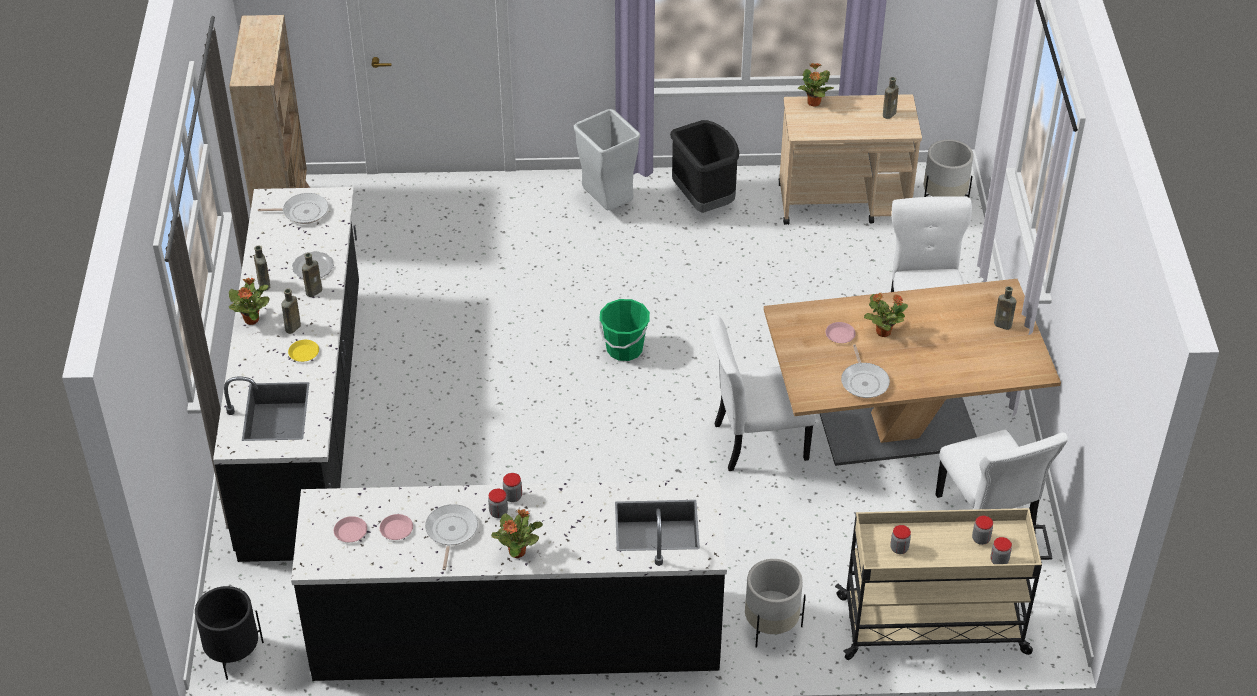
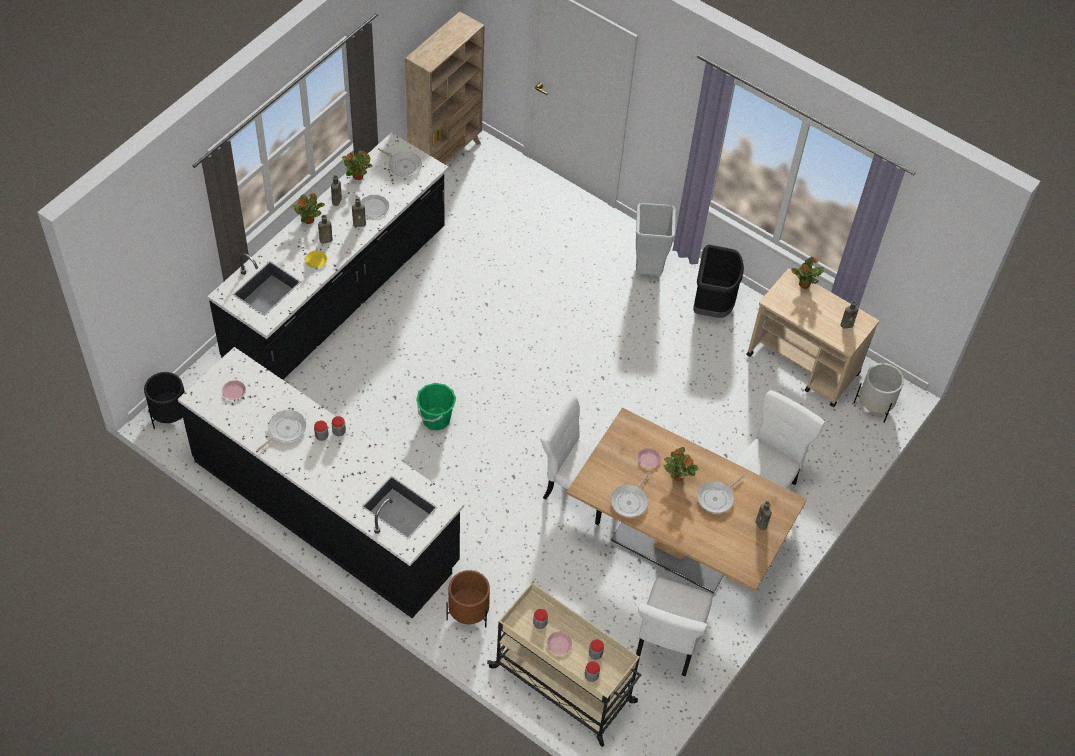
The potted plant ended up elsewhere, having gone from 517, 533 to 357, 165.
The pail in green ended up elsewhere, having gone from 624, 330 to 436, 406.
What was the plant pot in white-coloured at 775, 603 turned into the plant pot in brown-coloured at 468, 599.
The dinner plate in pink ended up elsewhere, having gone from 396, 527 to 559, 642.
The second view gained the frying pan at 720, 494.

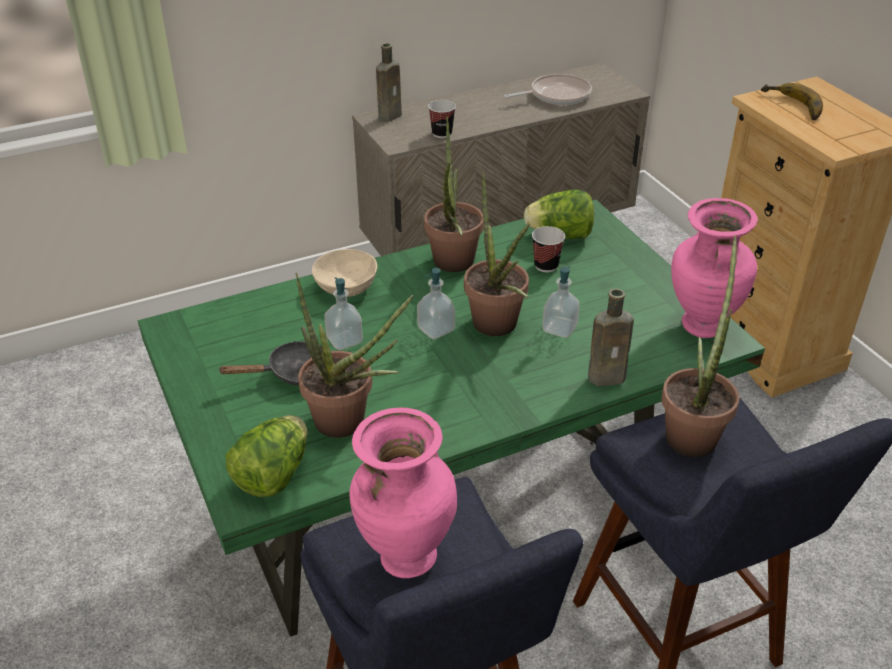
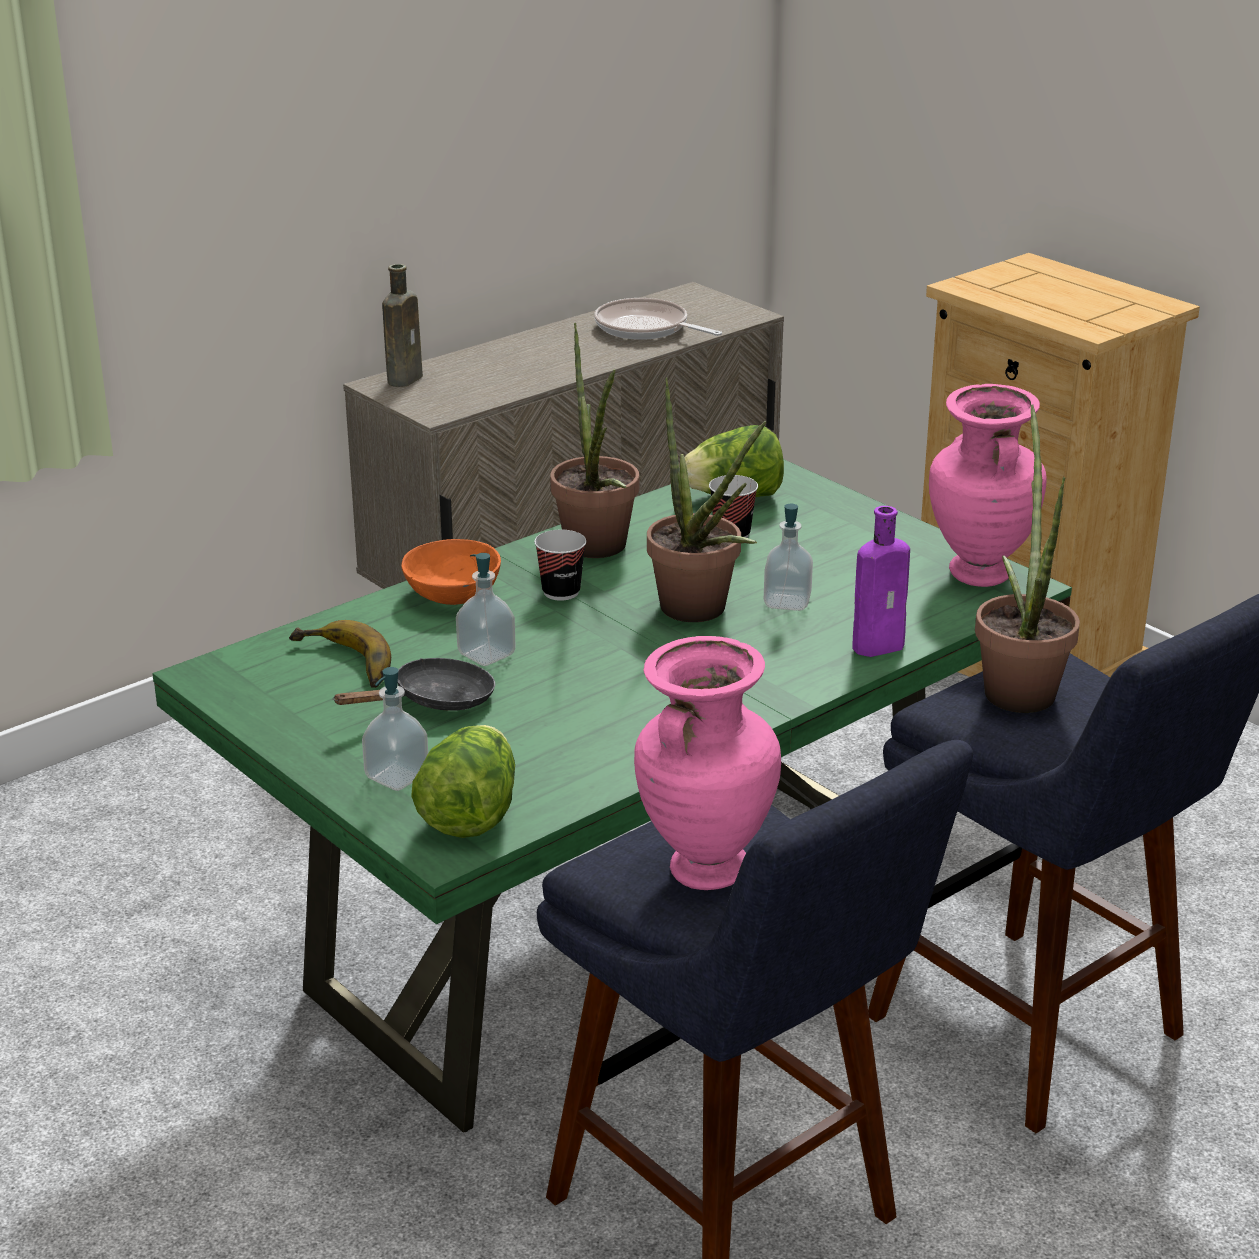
The banana fruit ended up elsewhere, having gone from 792, 101 to 340, 654.
The liquid soap bottle ended up elsewhere, having gone from 436, 303 to 395, 729.
What was the deep dish in beige at 344, 273 turned into the deep dish in orangey at 451, 572.
The small cup ended up elsewhere, having gone from 442, 119 to 560, 565.
The frying pan at 548, 89 ended up facing another way, 105 degrees counterclockwise from before.
What was the bottle in brown-coloured at 611, 337 turned into the bottle in purplish at 881, 581.
The second view lost the potted plant at 354, 355.

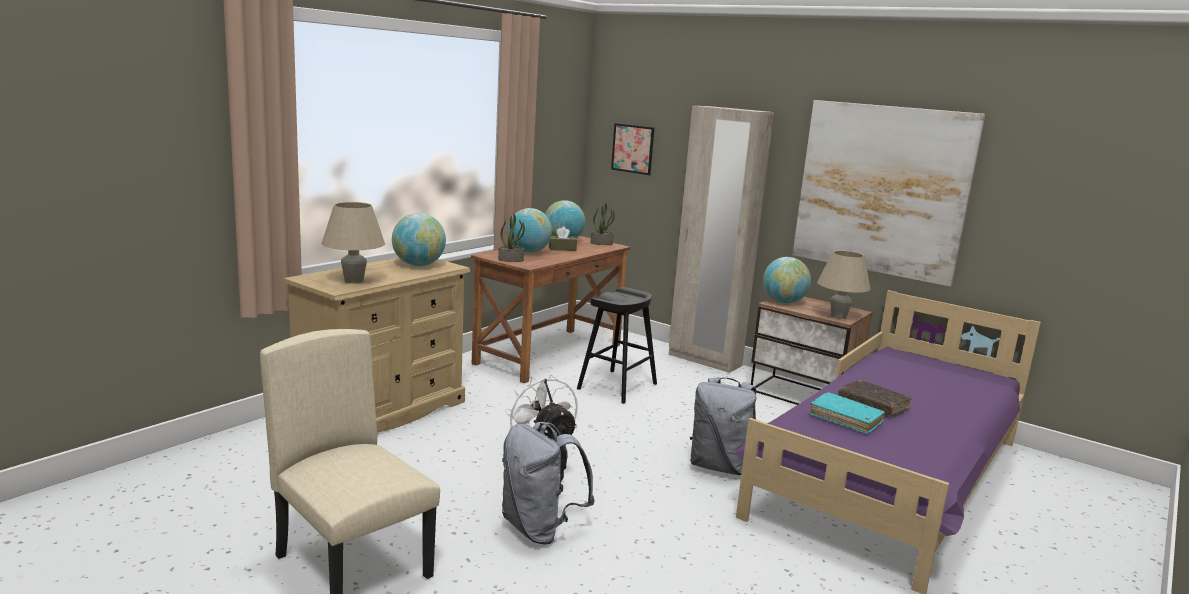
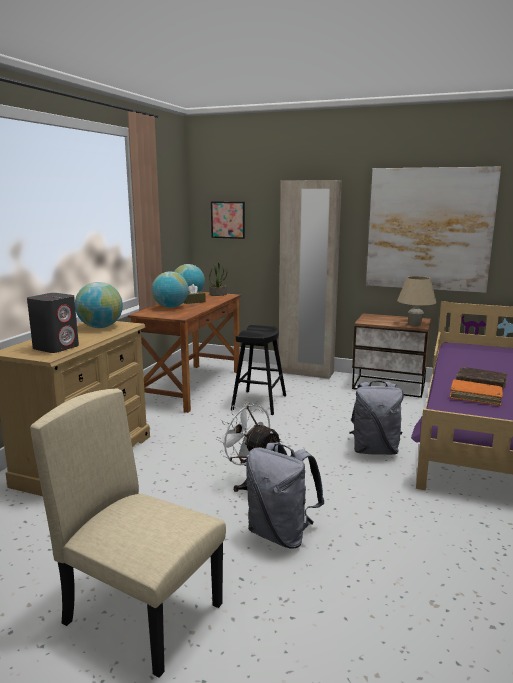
Where the tabletop lamp in beige stood at 353, 242, the speaker in grey came to stand at 53, 323.
What was the bound book in turquoise-coloured at 847, 413 turned into the bound book in orangey at 476, 393.
The second view lost the potted plant at 511, 238.
The second view lost the world globe at 787, 280.

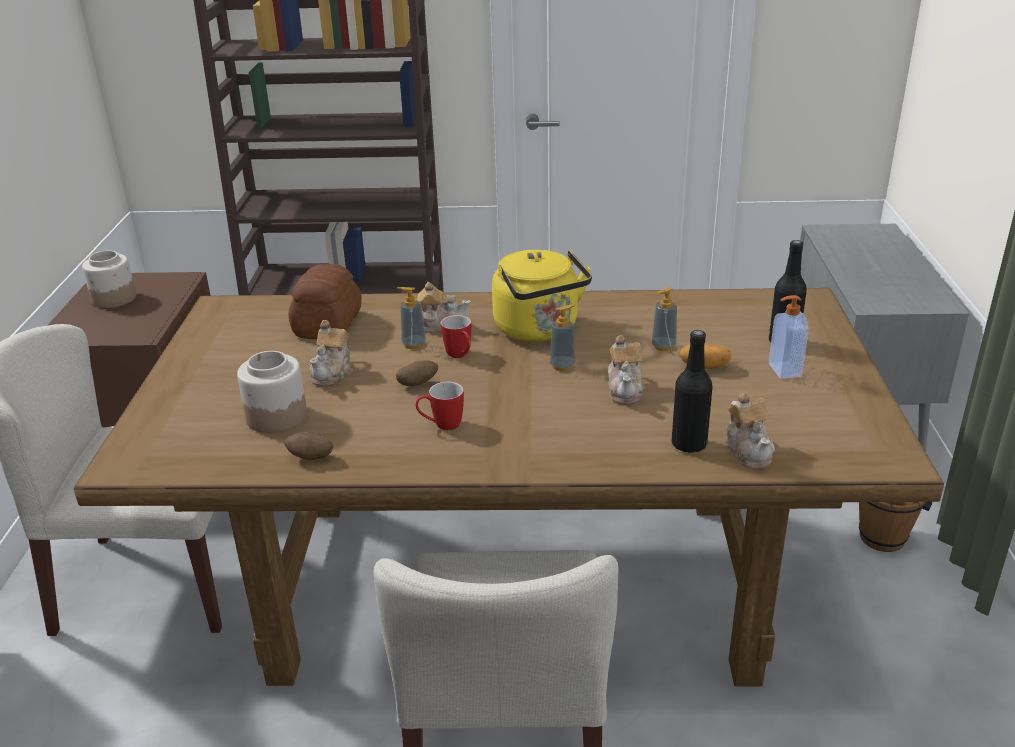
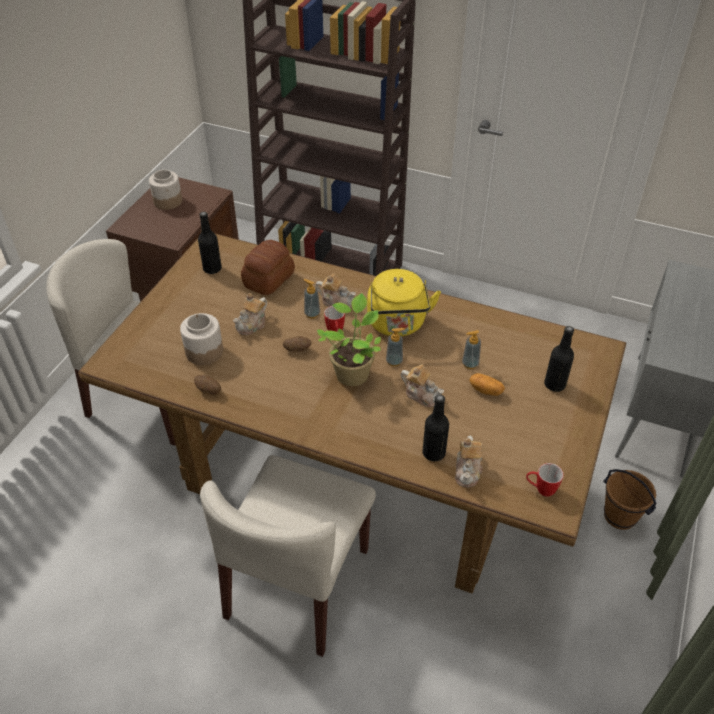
The second view gained the bottle in black at 210, 243.
The second view gained the potted plant at 349, 339.
The tea pot at 626, 370 ended up facing another way, 75 degrees counterclockwise from before.
The mug ended up elsewhere, having gone from 440, 406 to 545, 480.
The second view lost the liquid soap bottle at 788, 337.

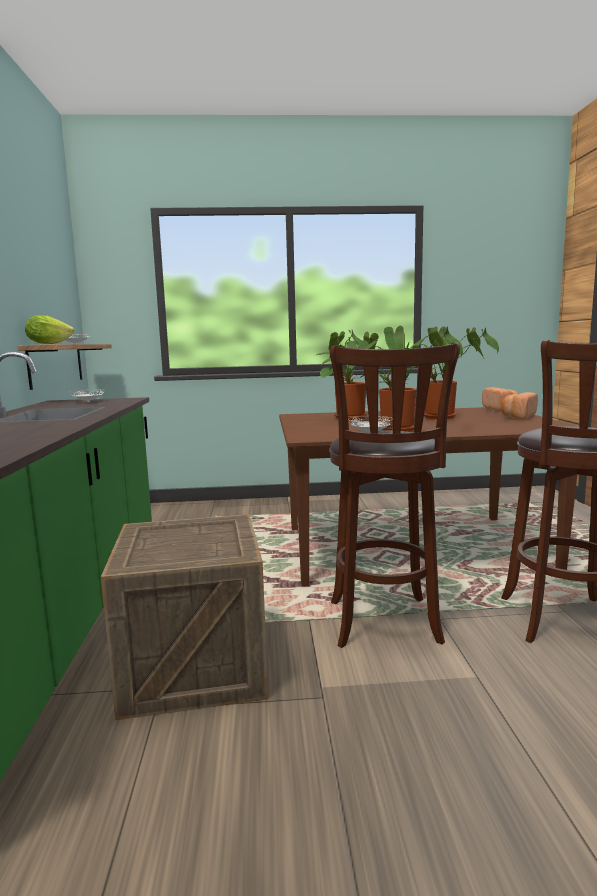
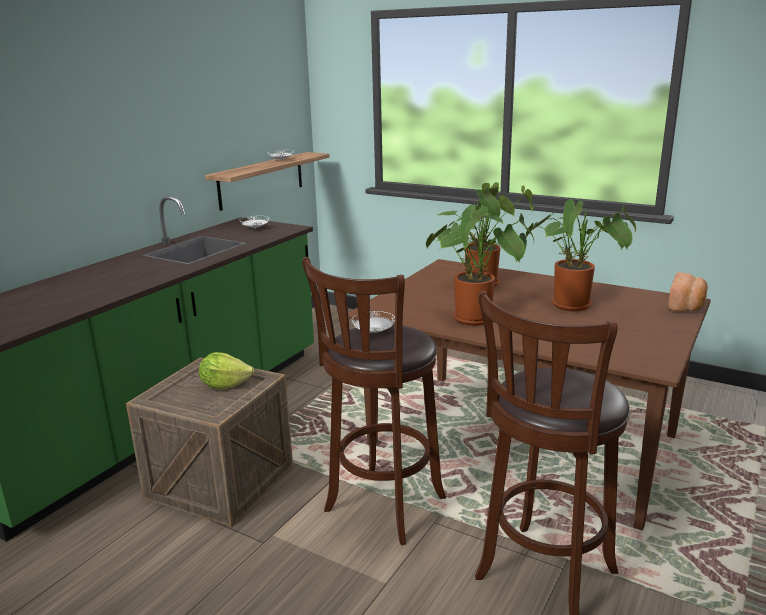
The head of lettuce ended up elsewhere, having gone from 49, 329 to 226, 370.
The second view lost the baked bread at 519, 406.

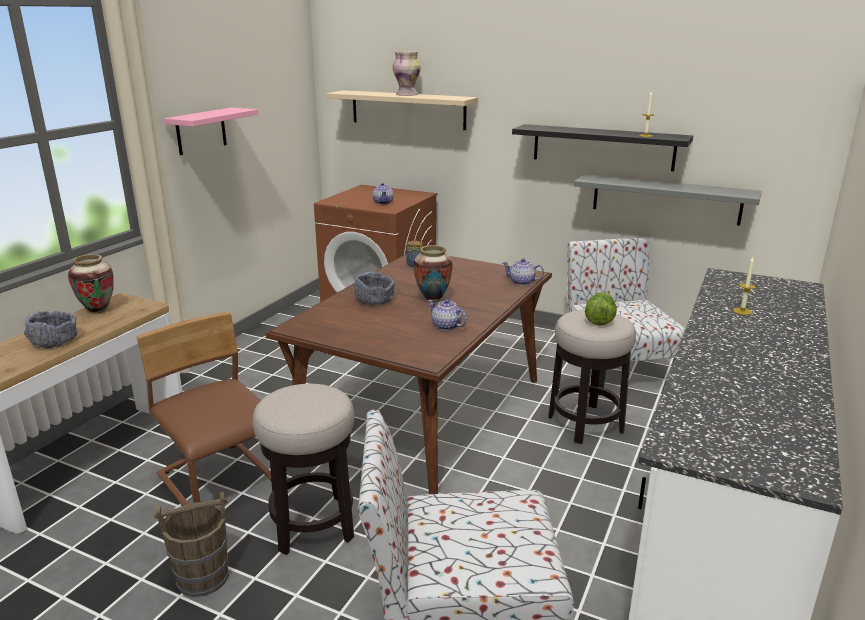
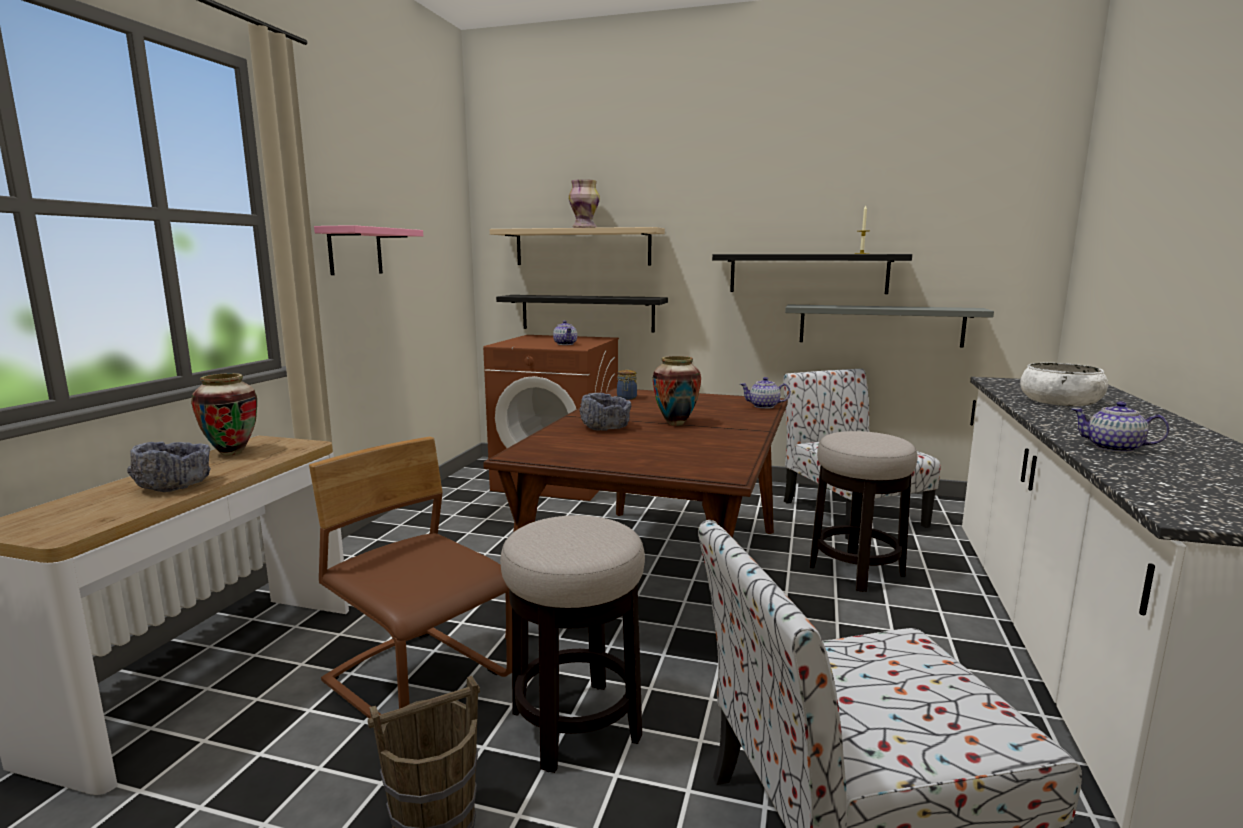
The second view gained the wall shelf in black at 582, 314.
Where the candle stood at 744, 286, the deep dish in white-coloured came to stand at 1064, 384.
The tea pot ended up elsewhere, having gone from 447, 315 to 1121, 427.
The second view lost the head of lettuce at 601, 308.

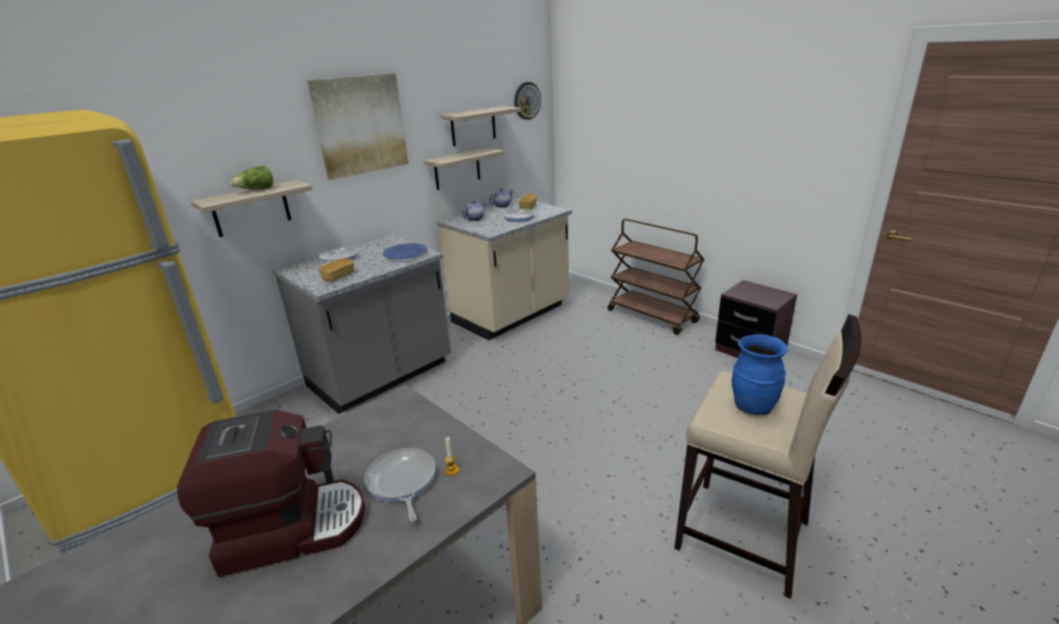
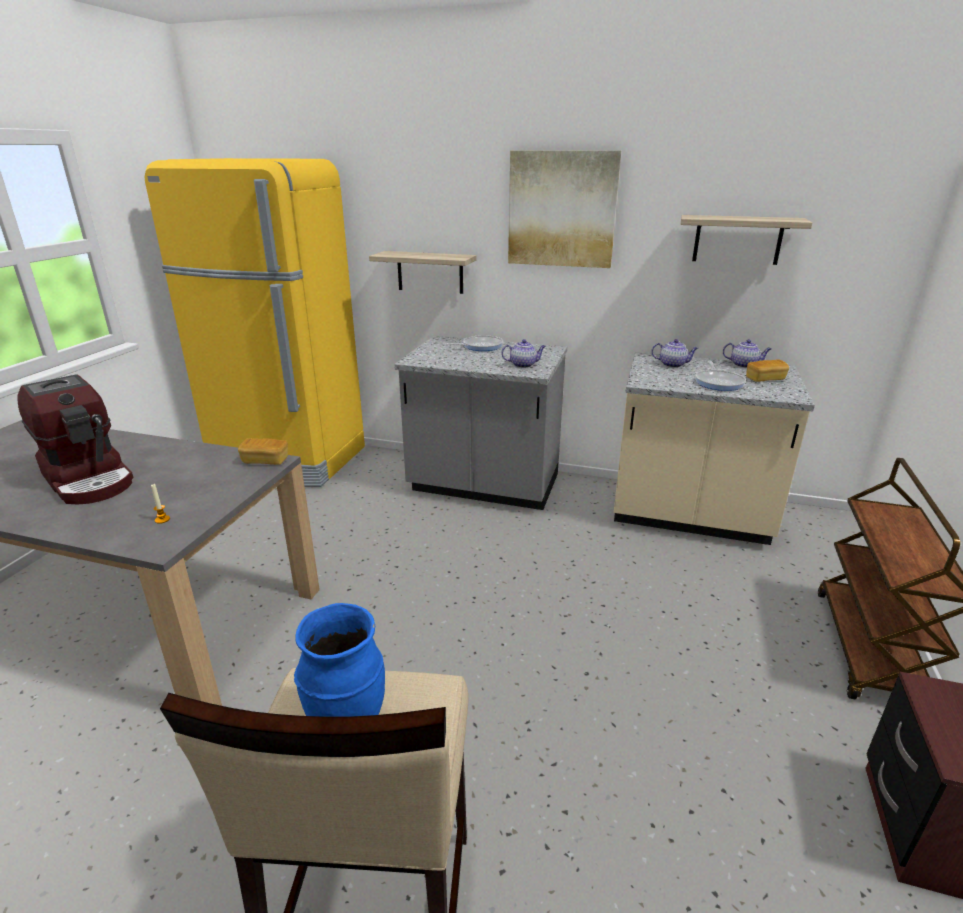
The baked bread ended up elsewhere, having gone from 337, 270 to 263, 451.
Where the dinner plate in blue-coloured stood at 405, 251, the tea pot came to stand at 523, 353.
The second view lost the head of lettuce at 251, 177.
The second view lost the frying pan at 400, 485.
The second view lost the wall shelf at 464, 169.
The second view lost the wall clock at 527, 101.

